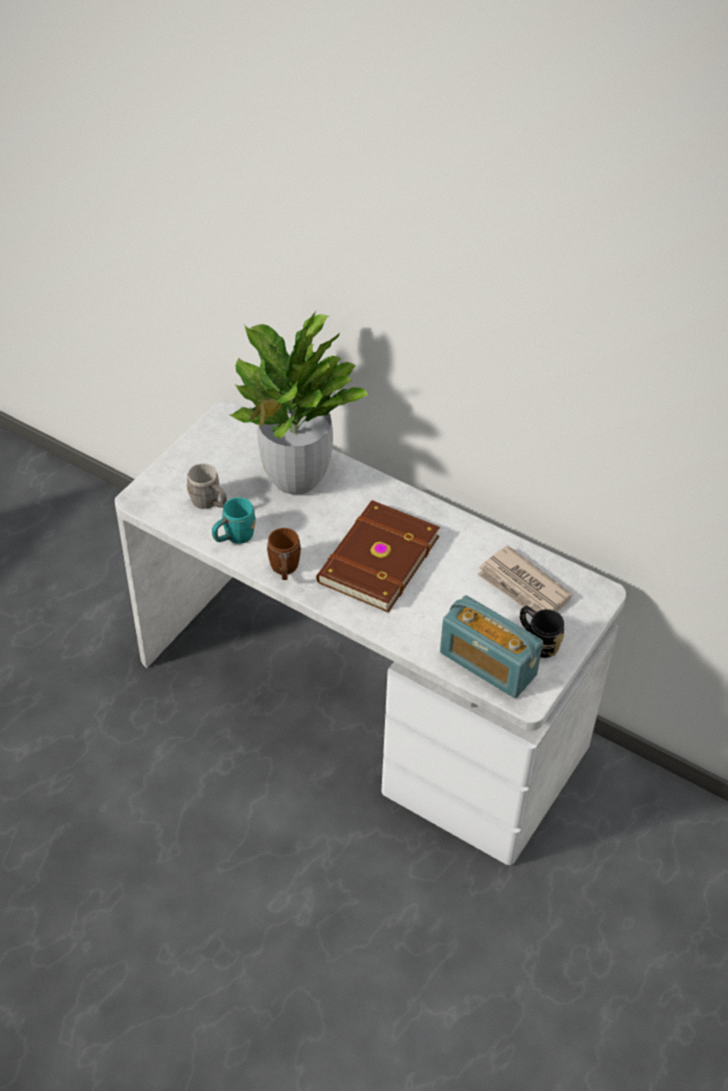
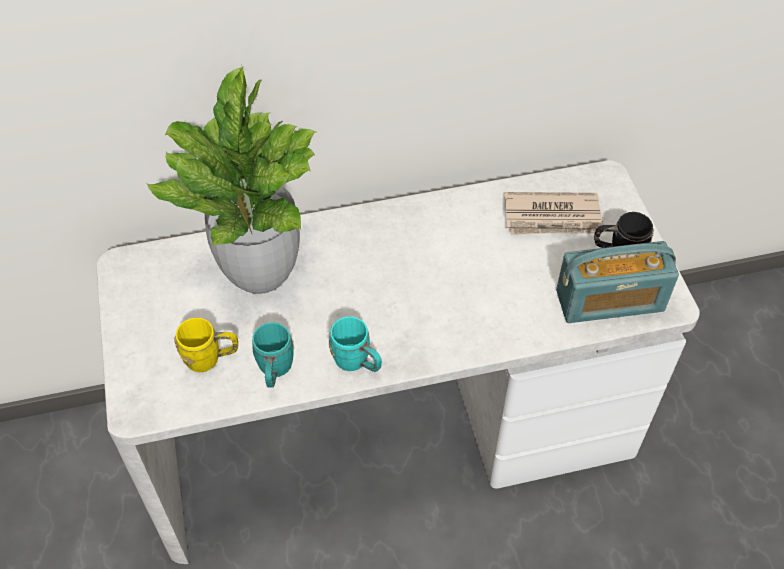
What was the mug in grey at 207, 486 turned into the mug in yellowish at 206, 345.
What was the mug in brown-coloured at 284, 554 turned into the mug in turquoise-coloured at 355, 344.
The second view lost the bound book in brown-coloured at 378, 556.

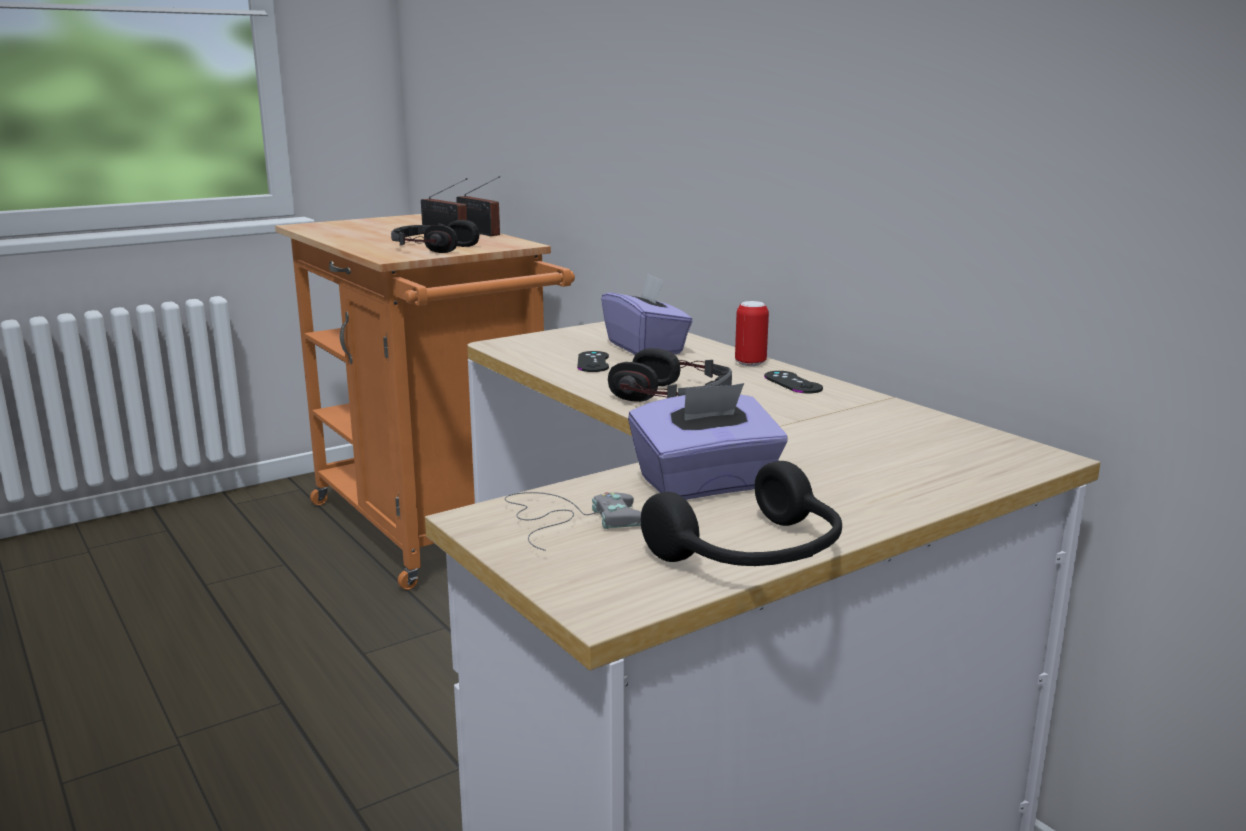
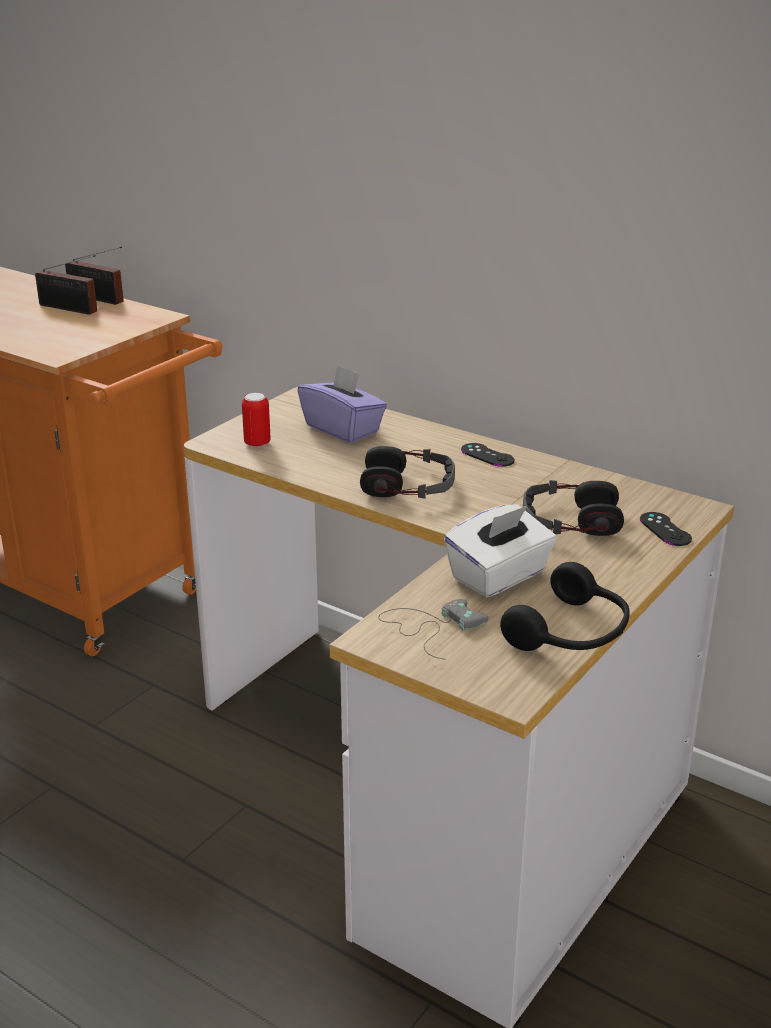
The sealed can ended up elsewhere, having gone from 752, 333 to 256, 420.
What was the box of tissues in purplish at 707, 441 turned into the box of tissues in white-coloured at 500, 550.
The headset ended up elsewhere, having gone from 435, 236 to 573, 508.
The gamepad in black ended up elsewhere, having gone from 593, 361 to 666, 529.

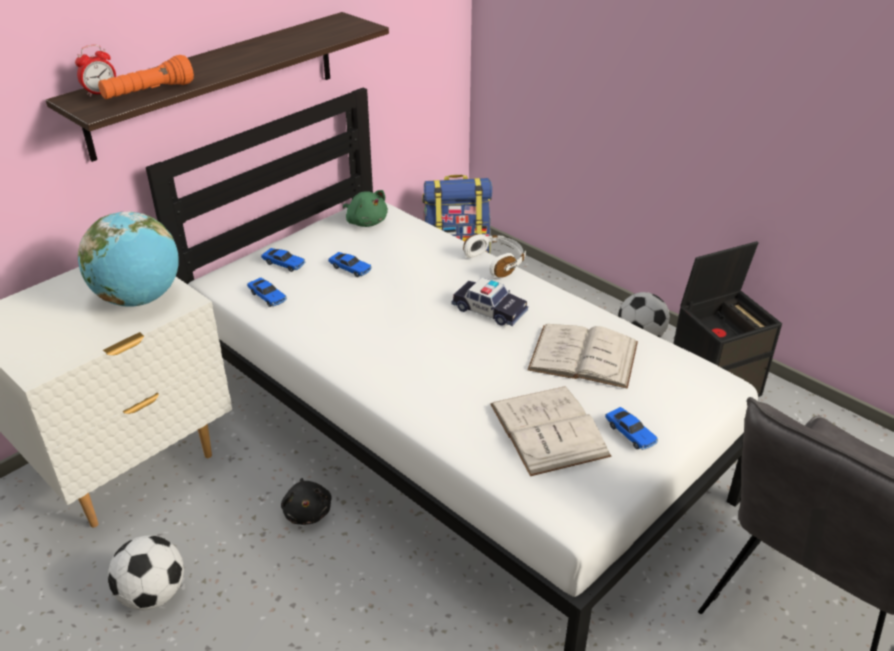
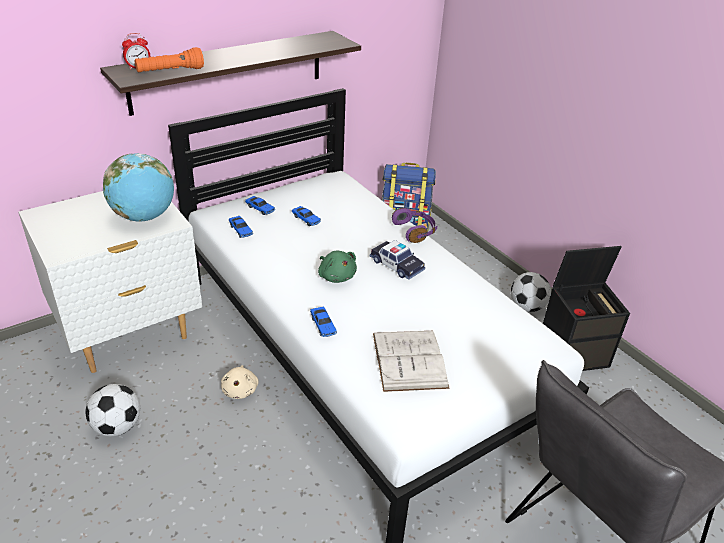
What was the plush toy in black at 306, 501 turned into the plush toy in beige at 240, 382.
The model car ended up elsewhere, having gone from 631, 428 to 323, 322.
The plush toy in green ended up elsewhere, having gone from 365, 208 to 337, 267.
What was the headset in white-coloured at 494, 256 turned into the headset in purplish at 414, 225.
The second view lost the bound book in white-coloured at 582, 356.

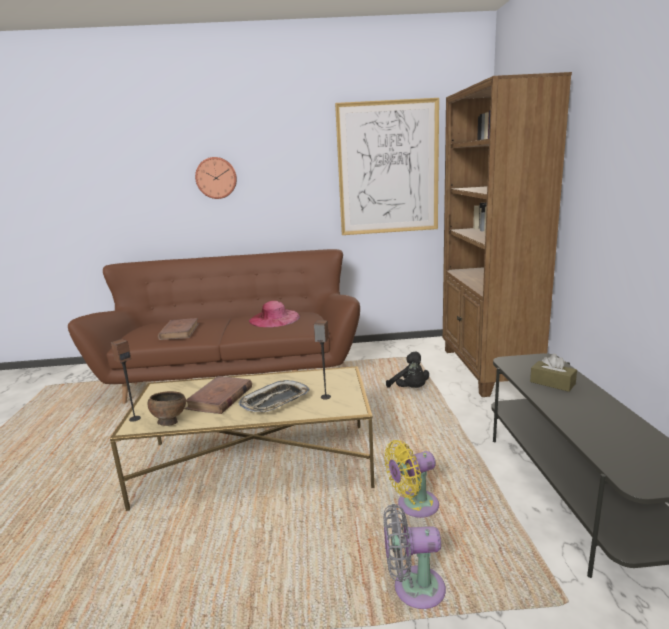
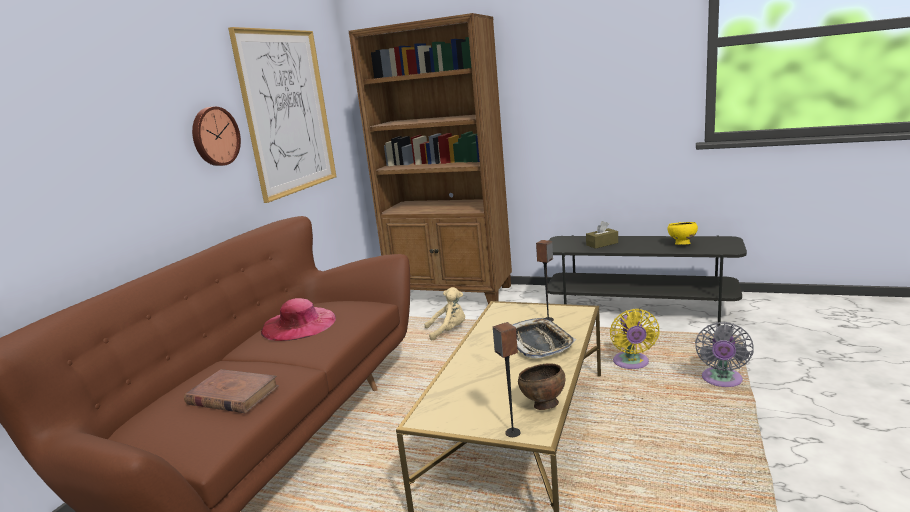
The wall clock ended up elsewhere, having gone from 216, 178 to 216, 136.
What was the plush toy in black at 407, 369 turned into the plush toy in beige at 444, 313.
The second view gained the deep dish in yellowish at 683, 233.
The second view lost the bound book in brown-coloured at 218, 395.

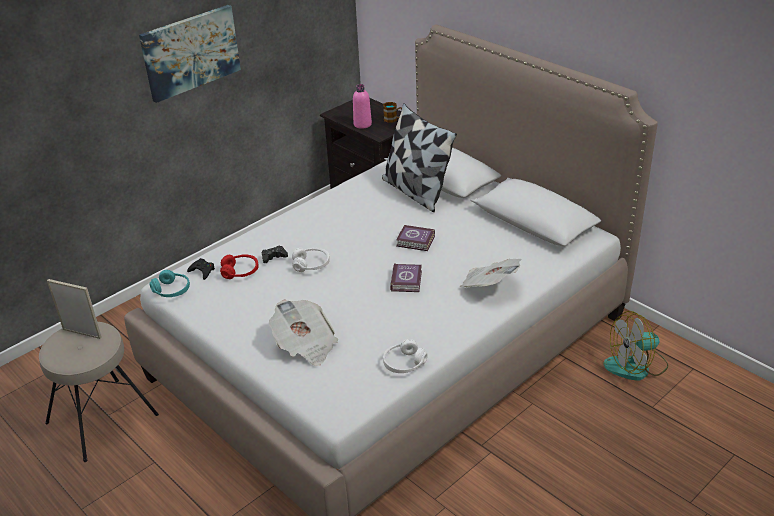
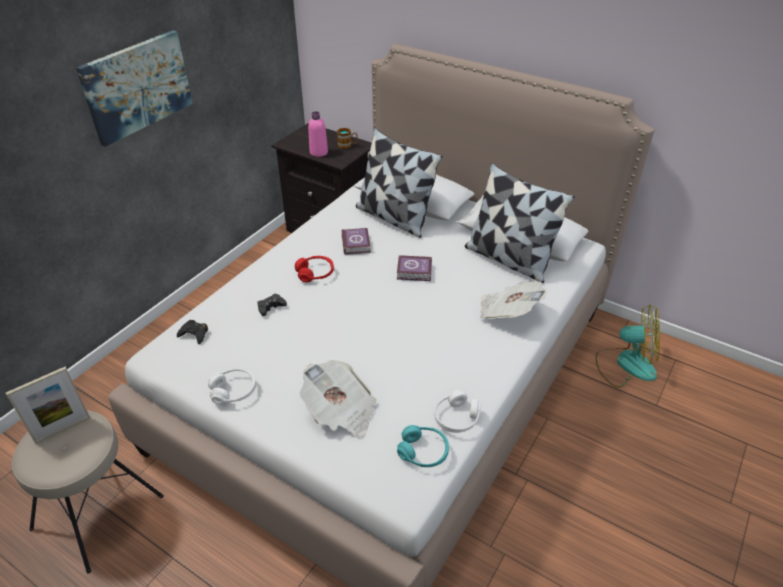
The picture frame at 74, 309 ended up facing another way, 135 degrees clockwise from before.
The headset in white-coloured ended up elsewhere, having gone from 311, 260 to 232, 386.
The headset in red-coloured ended up elsewhere, having gone from 239, 266 to 314, 269.
The bound book ended up elsewhere, having gone from 406, 277 to 356, 241.
The headset in turquoise-coloured ended up elsewhere, having gone from 169, 283 to 423, 446.
The second view gained the throw pillow at 520, 223.
The fan at 635, 346 ended up facing another way, 135 degrees counterclockwise from before.

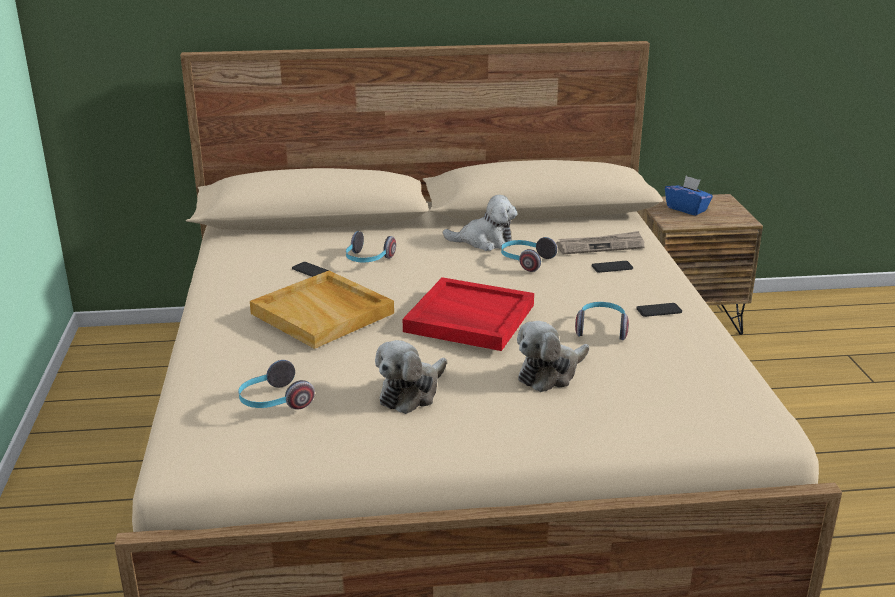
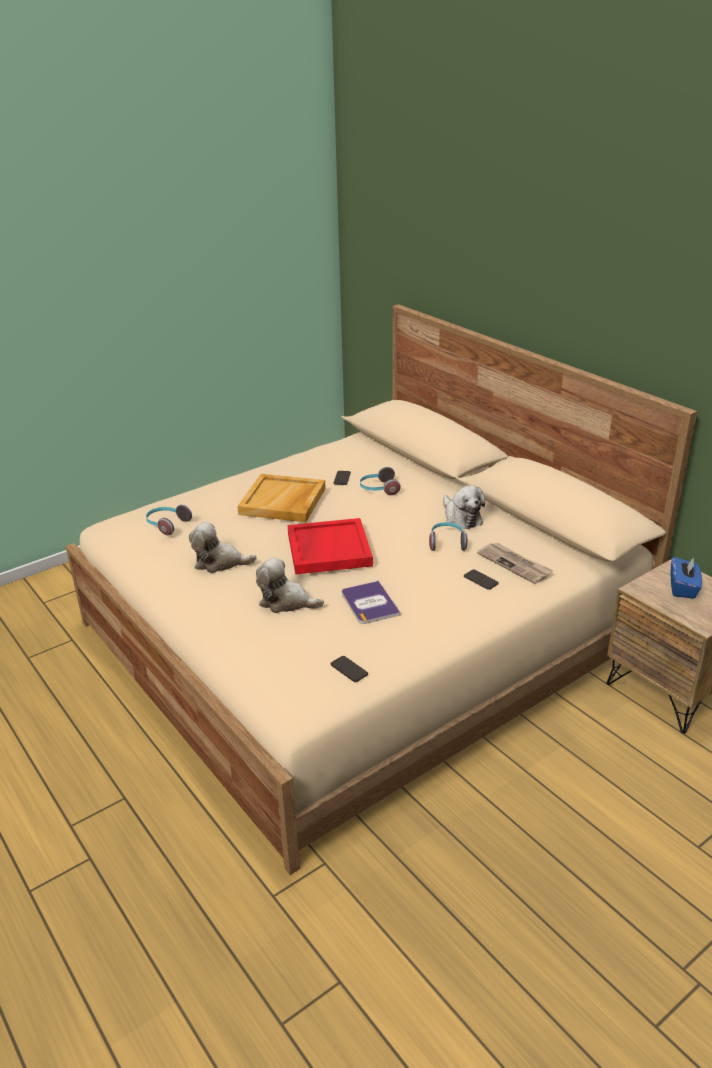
The handset ended up elsewhere, having gone from 659, 310 to 349, 669.
Where the headset stood at 602, 321, the bound book came to stand at 371, 602.

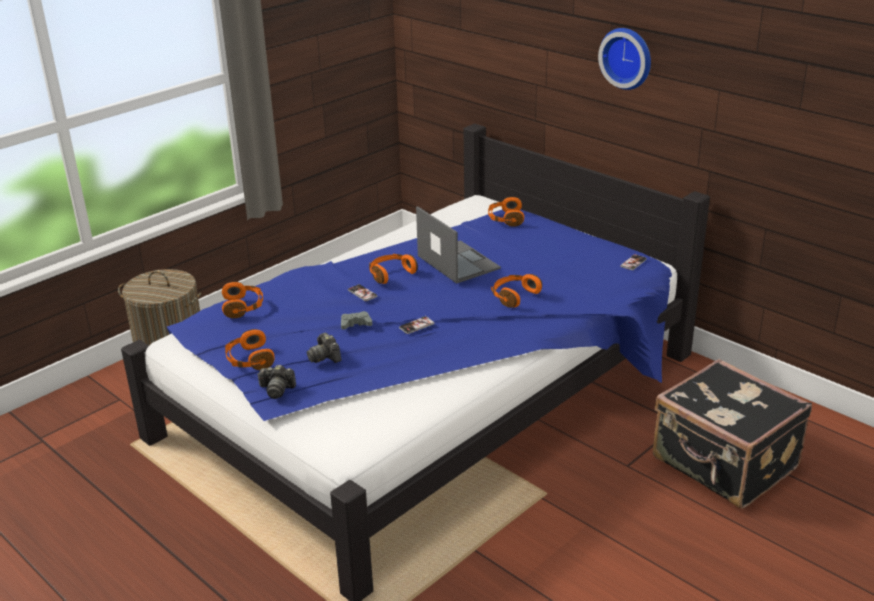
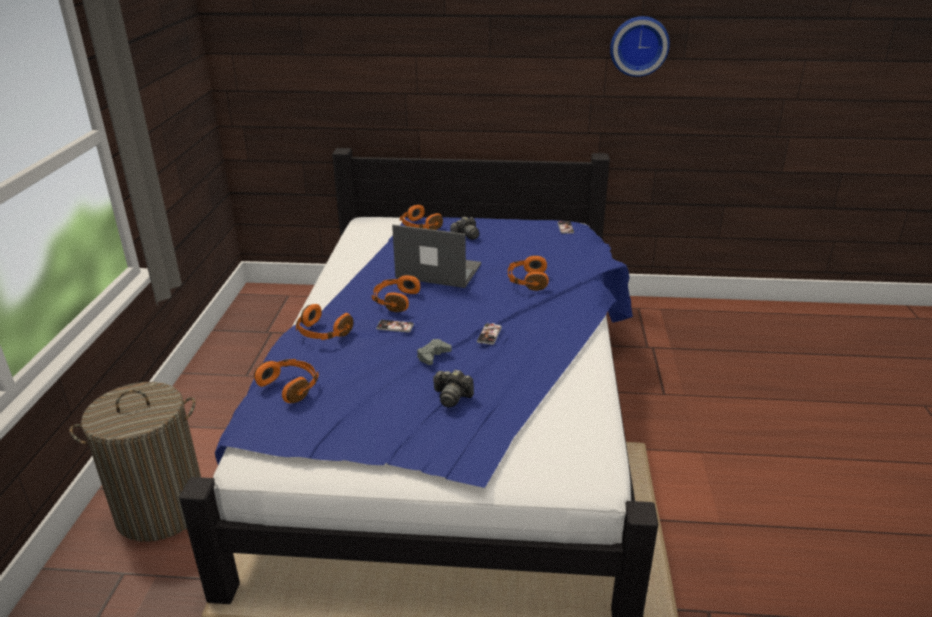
The headset in orangey ended up elsewhere, having gone from 250, 349 to 324, 322.
The still camera ended up elsewhere, having gone from 276, 382 to 464, 228.
The wall clock ended up elsewhere, having gone from 624, 59 to 640, 46.
The second view lost the suitcase in black at 732, 434.

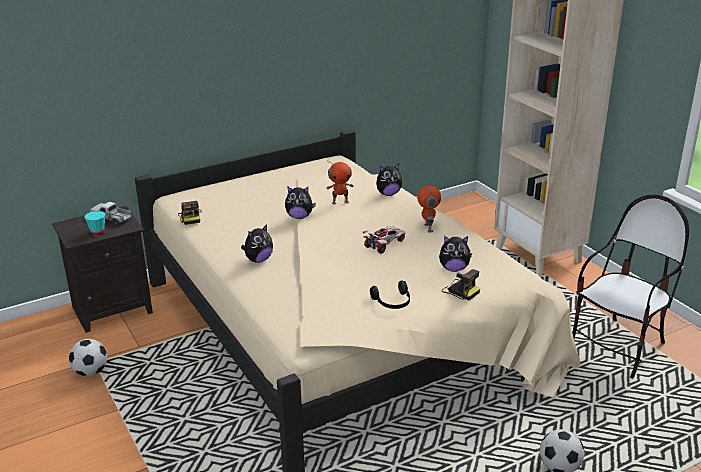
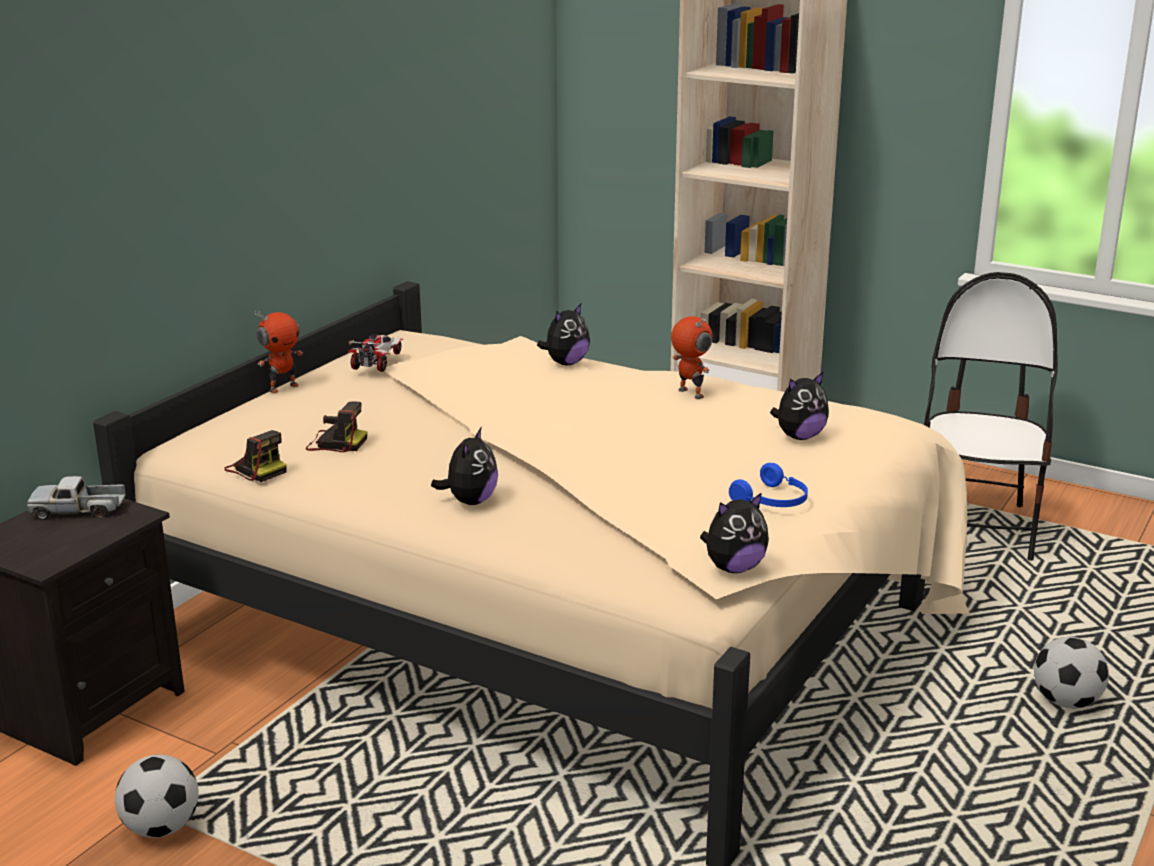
The robot figure ended up elsewhere, having gone from 340, 183 to 279, 352.
The still camera ended up elsewhere, having gone from 460, 284 to 336, 427.
The model car ended up elsewhere, having gone from 384, 240 to 375, 353.
The plush toy ended up elsewhere, having gone from 300, 202 to 734, 532.
What was the headset in black at 390, 295 turned into the headset in blue-coloured at 768, 485.
The second view lost the small cup in turquoise-coloured at 95, 223.

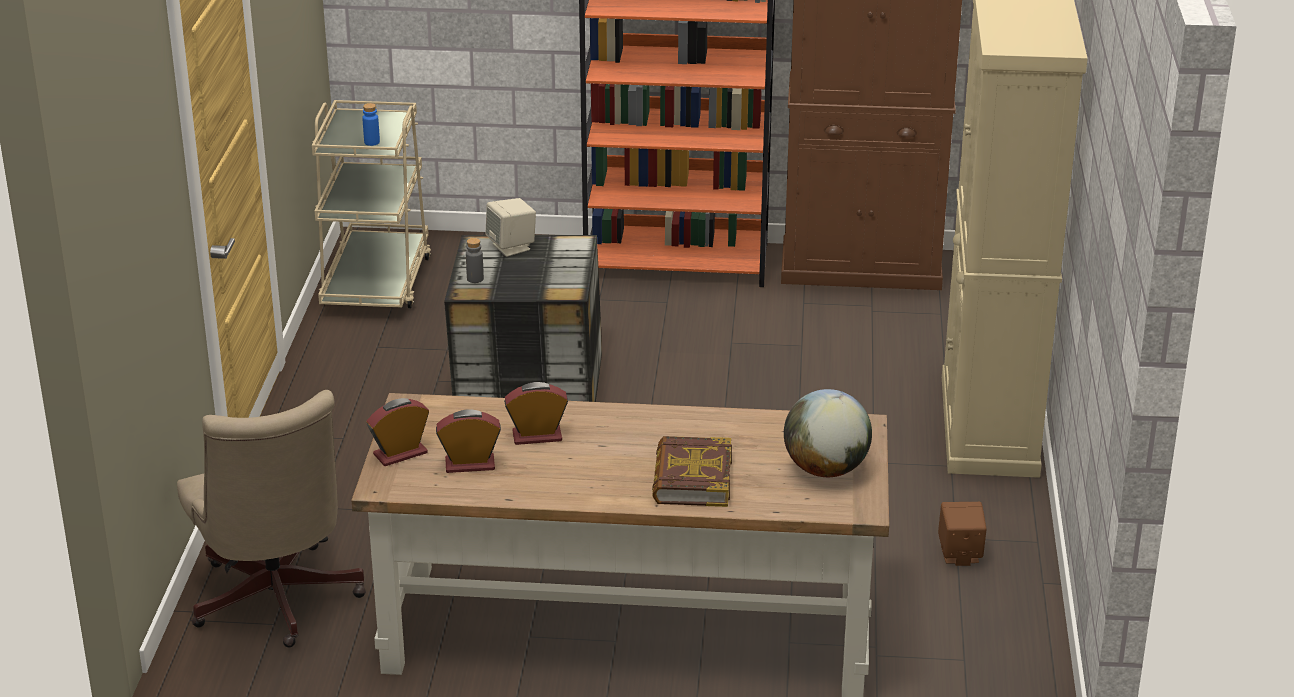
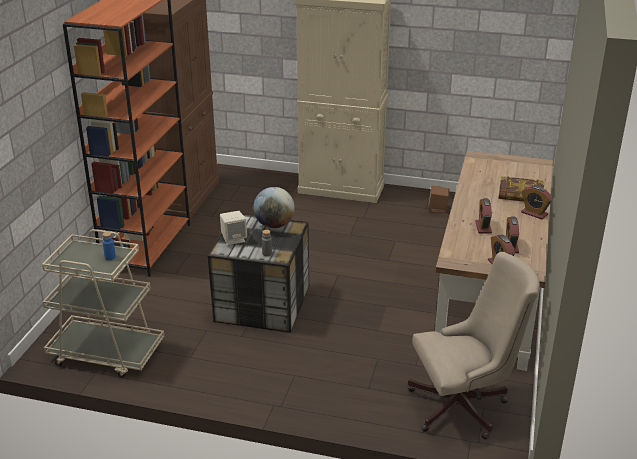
The world globe ended up elsewhere, having gone from 828, 433 to 274, 207.
The second view gained the table clock at 537, 203.

